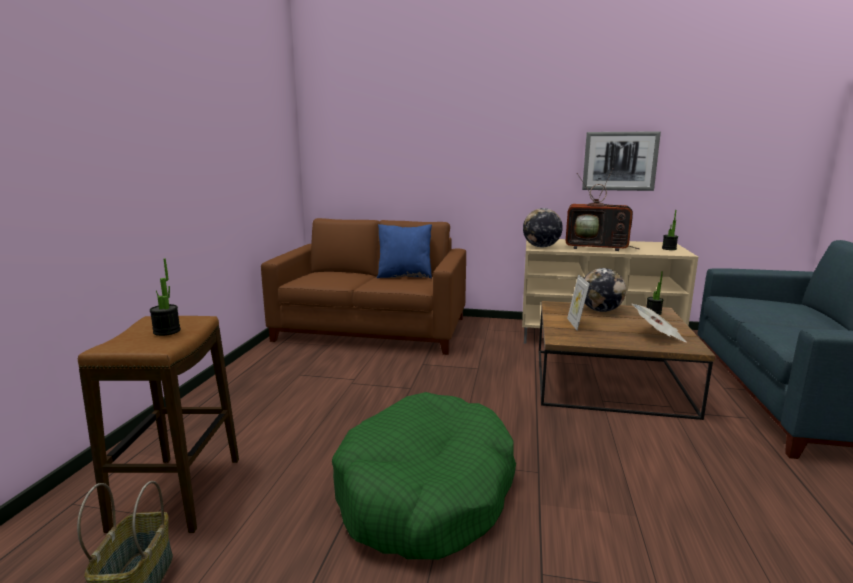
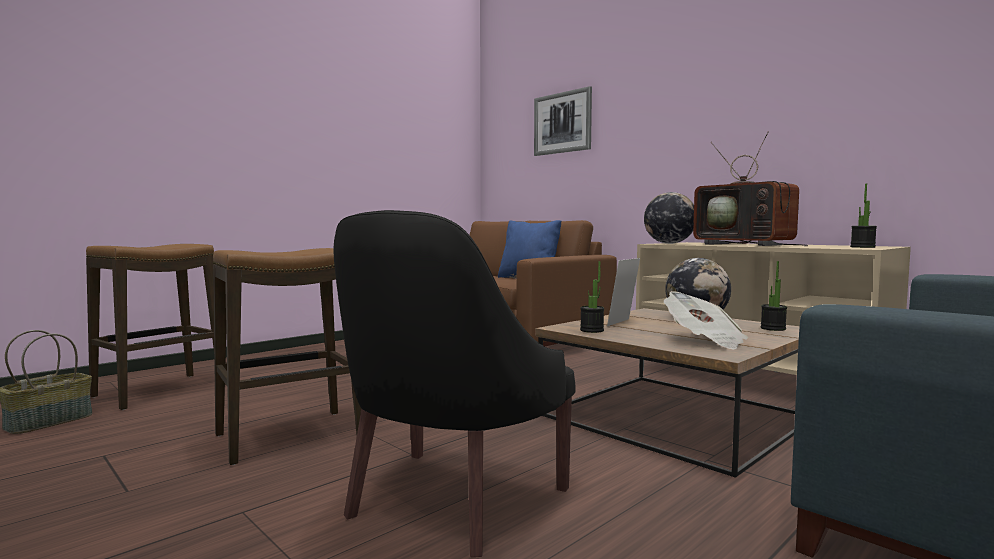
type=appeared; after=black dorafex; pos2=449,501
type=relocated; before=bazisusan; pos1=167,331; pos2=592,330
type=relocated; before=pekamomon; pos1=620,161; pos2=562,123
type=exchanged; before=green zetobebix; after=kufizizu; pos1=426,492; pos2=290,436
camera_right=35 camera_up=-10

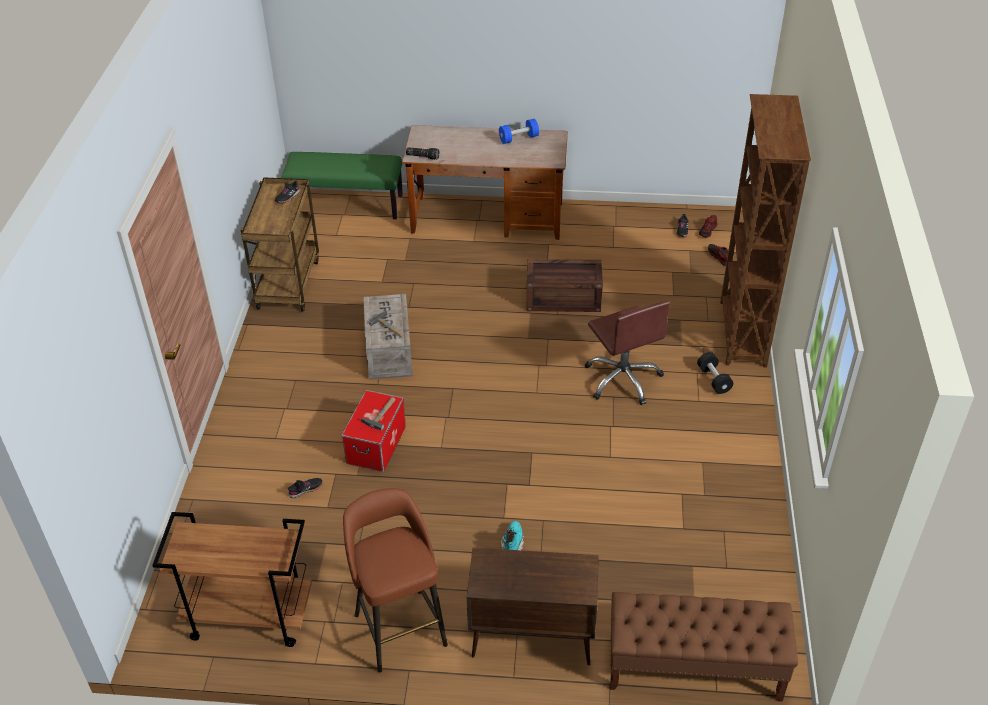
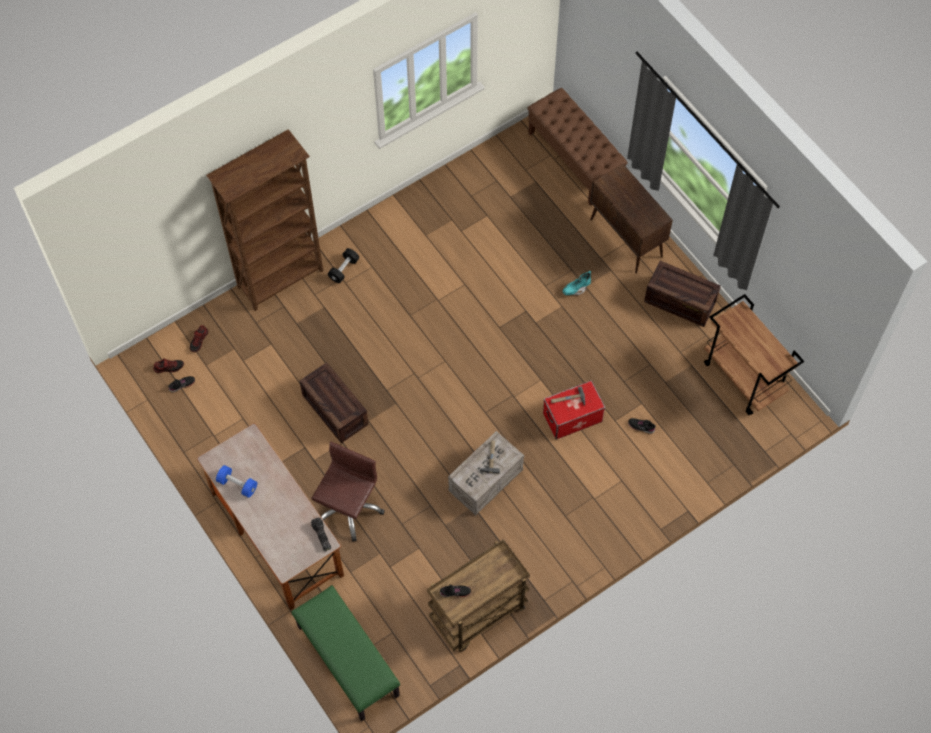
type=relocated; before=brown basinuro; pos1=623,379; pos2=348,508
type=exchanged; before=brown kufizizu; after=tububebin; pos1=399,627; pos2=678,302
camera_right=-130 camera_up=20

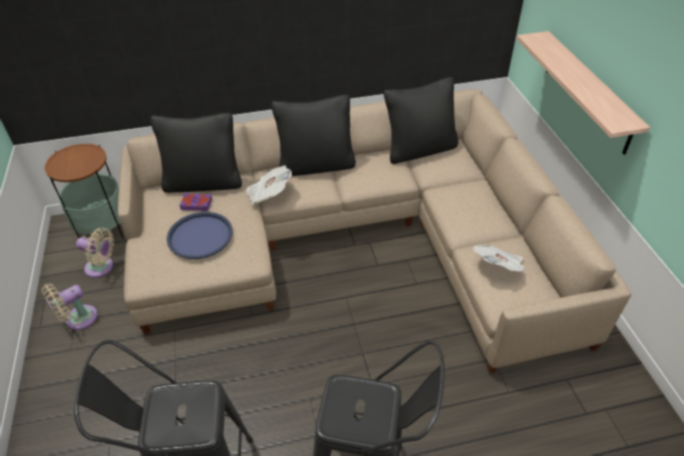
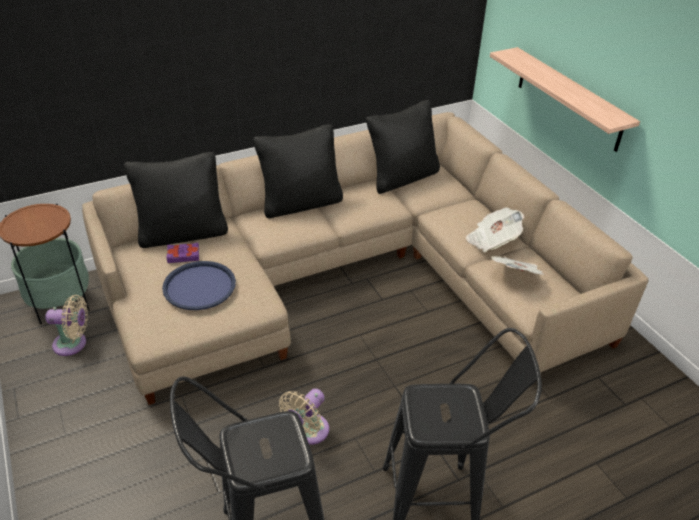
type=relocated; before=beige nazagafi; pos1=78,319; pos2=308,432
type=relocated; before=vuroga; pos1=269,194; pos2=492,240
camera_right=-15 camera_up=-5

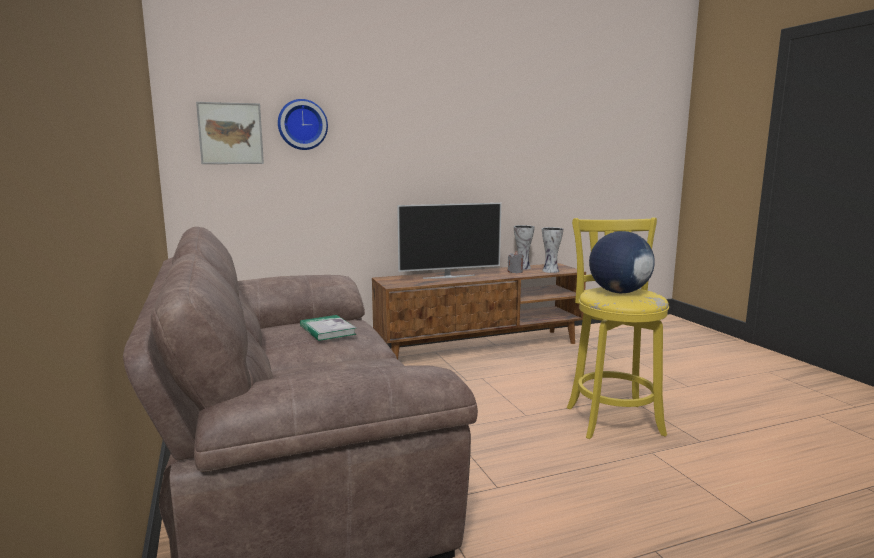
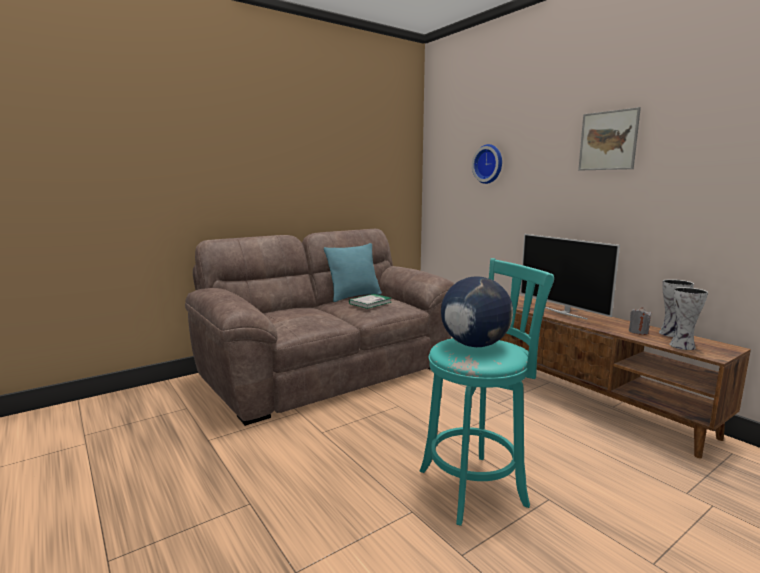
type=appeared; after=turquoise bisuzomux; pos2=354,296
type=relocated; before=pekamomon; pos1=230,133; pos2=608,140
type=colour; before=yellow kufizizu; after=turquoise kufizizu; pos1=612,418; pos2=477,486
camera_right=75 camera_up=0

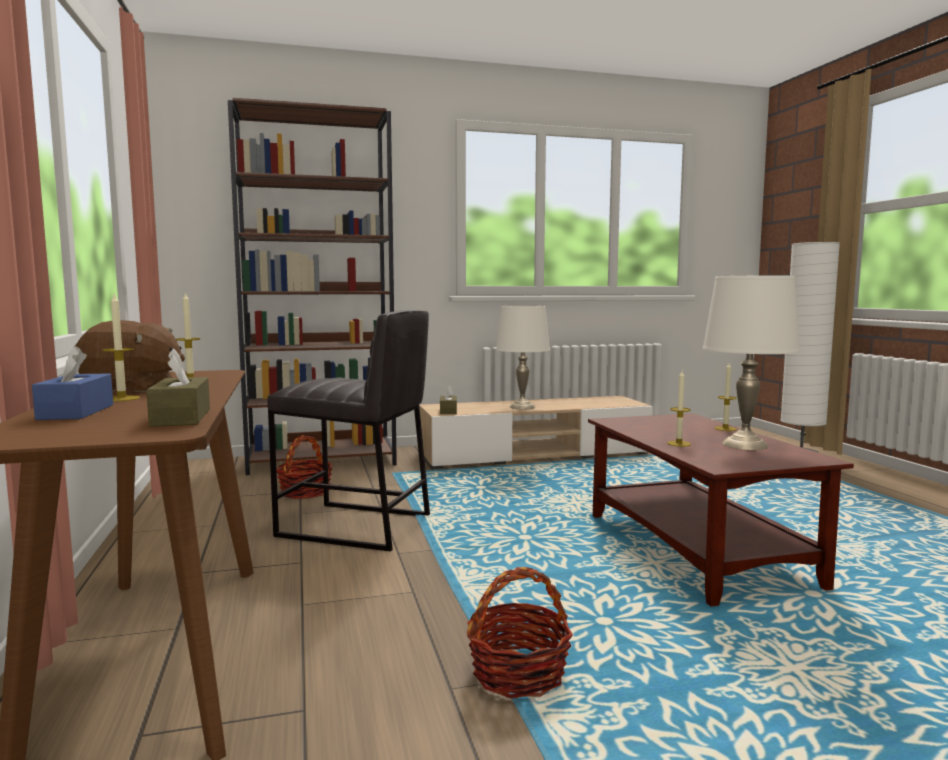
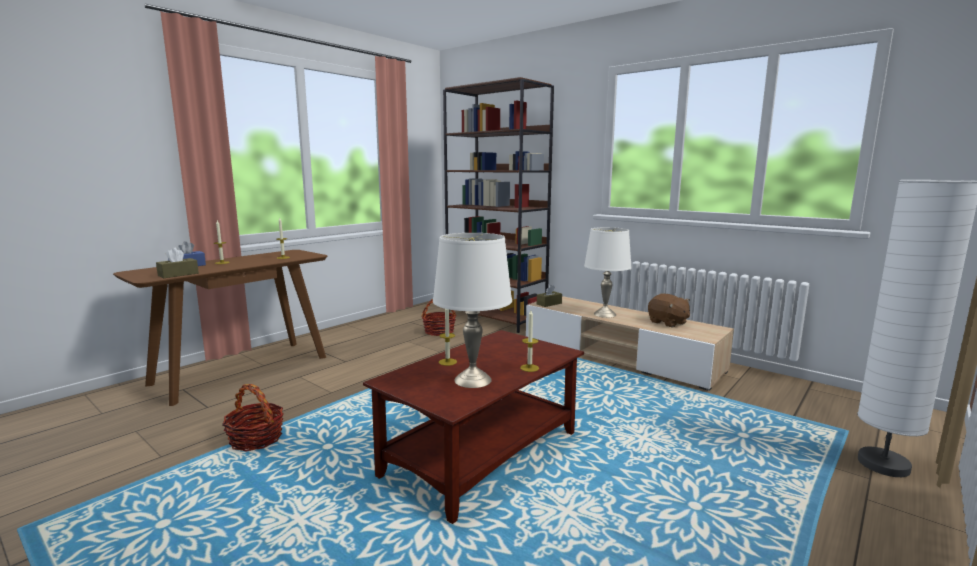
type=missing; before=grey kufizizu; pos1=355,526
type=relocated; before=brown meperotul; pos1=132,388; pos2=667,323
camera_right=55 camera_up=5

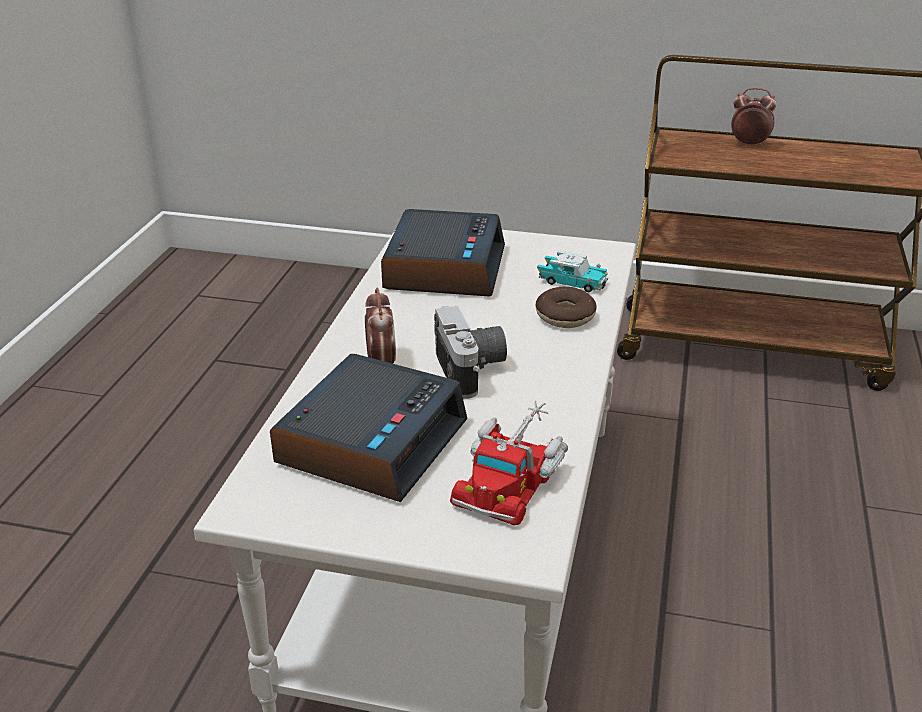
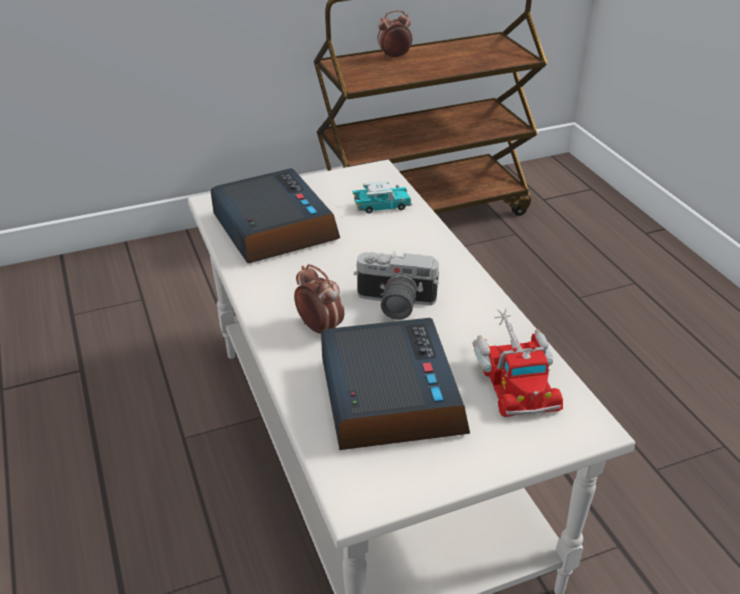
type=missing; before=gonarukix; pos1=565,316
type=spun; before=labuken; pos1=473,370; pos2=394,305; turn=150
camera_right=-35 camera_up=5

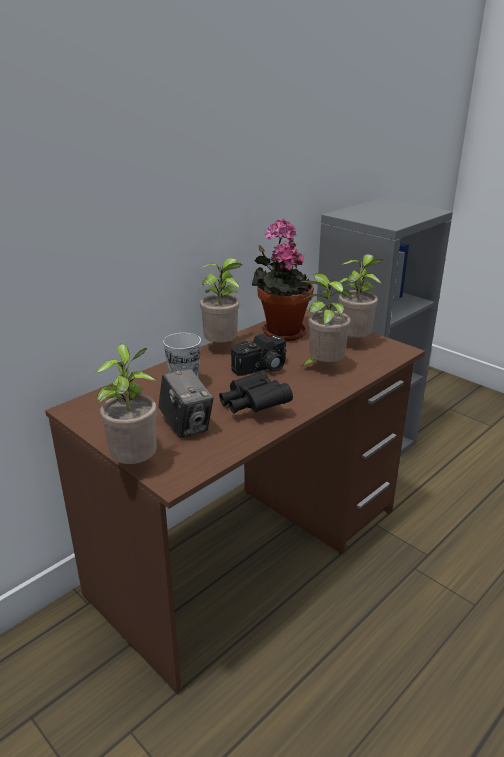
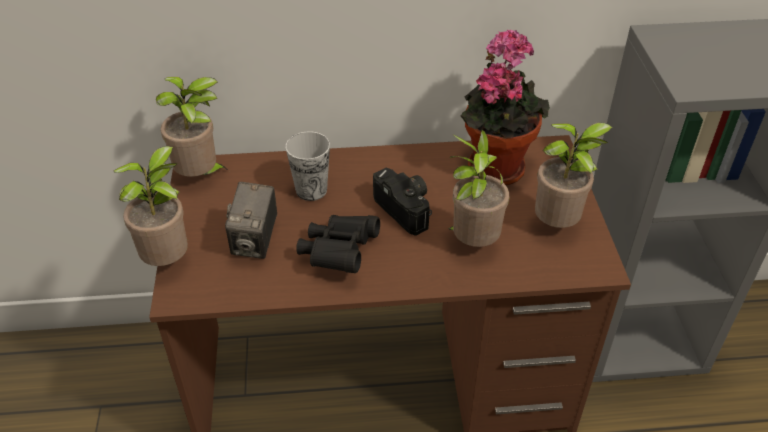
type=relocated; before=bazisusan; pos1=222,347; pos2=201,177
type=spun; before=labuken; pos1=262,369; pos2=407,209; turn=-135
camera_right=40 camera_up=15

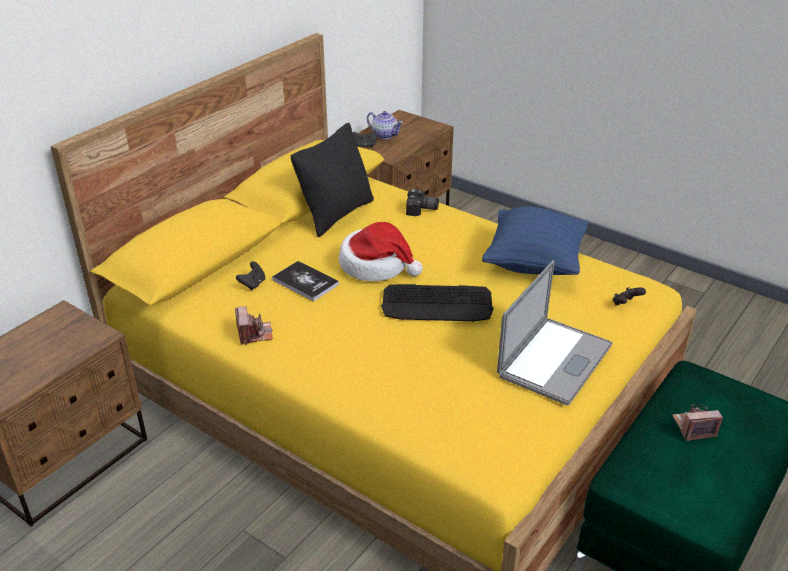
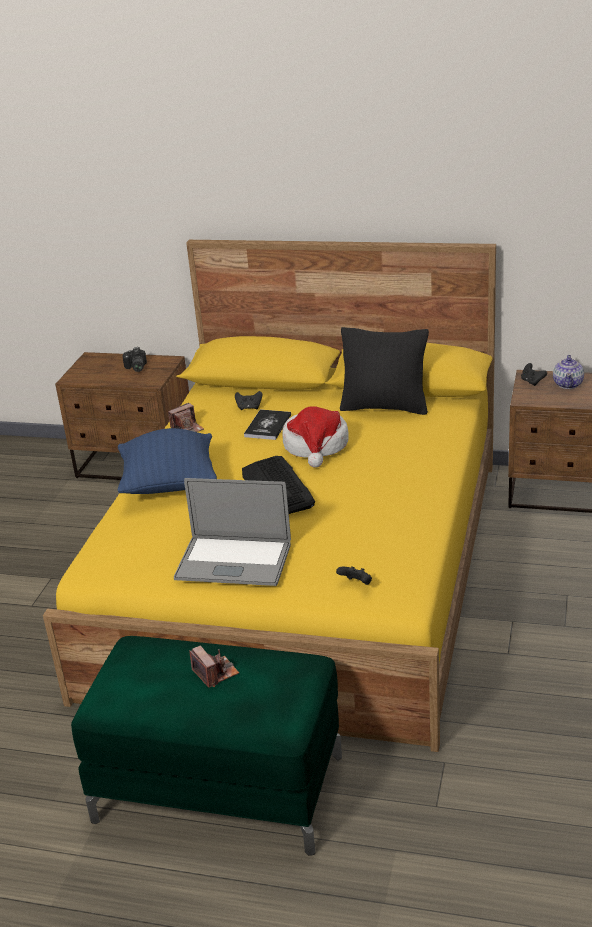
type=relocated; before=labuken; pos1=422,210; pos2=135,368
type=relocated; before=blue bisuzomux; pos1=534,263; pos2=169,485
camera_right=70 camera_up=-5

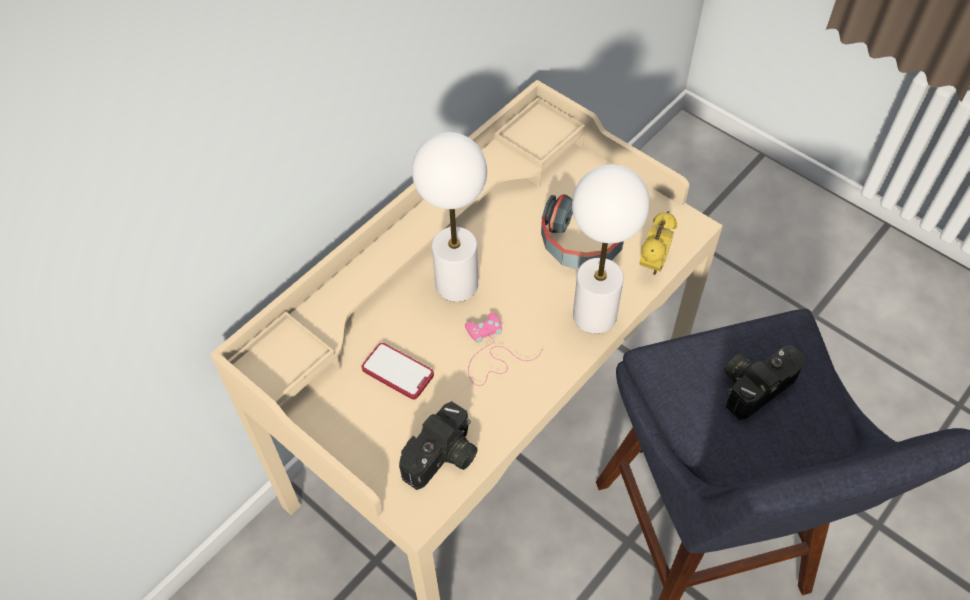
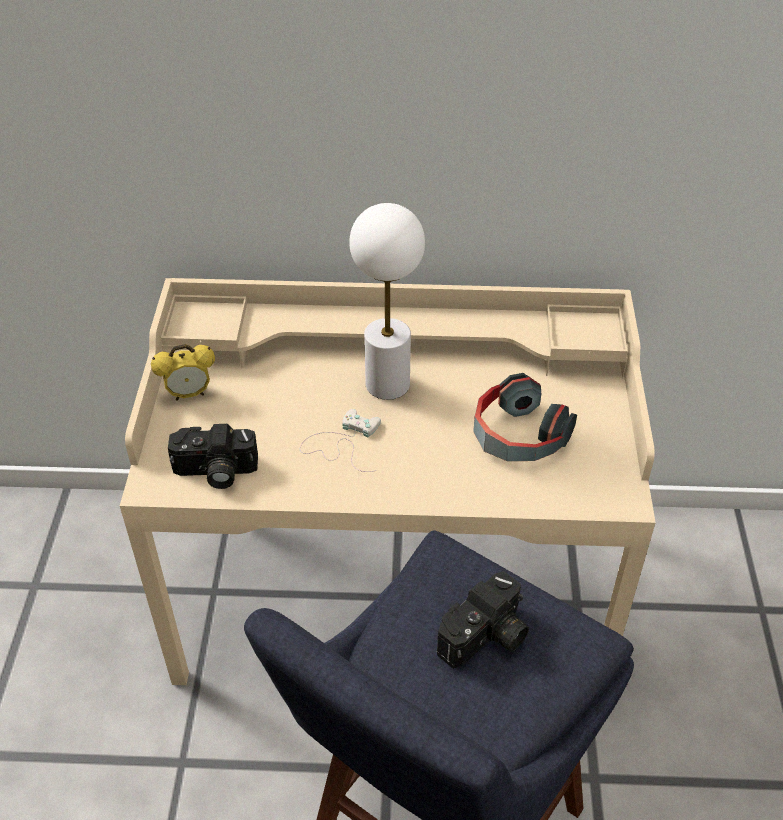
type=missing; before=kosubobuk; pos1=398,372
type=missing; before=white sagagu; pos1=594,315
type=relocated; before=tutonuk; pos1=653,264; pos2=189,394
type=colour; before=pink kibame; after=white kibame; pos1=491,353; pos2=342,443
type=spun; before=labuken; pos1=754,384; pos2=486,638; turn=120
camera_right=50 camera_up=-10

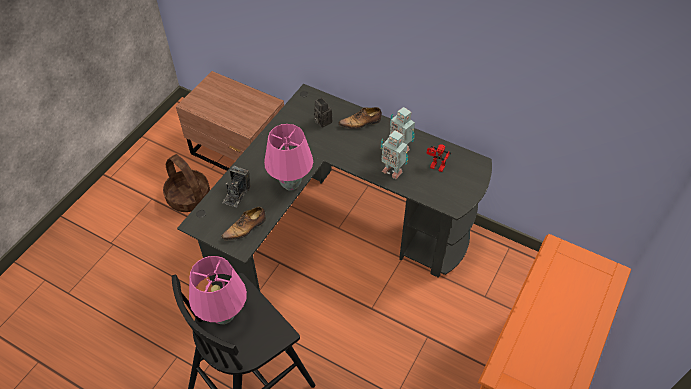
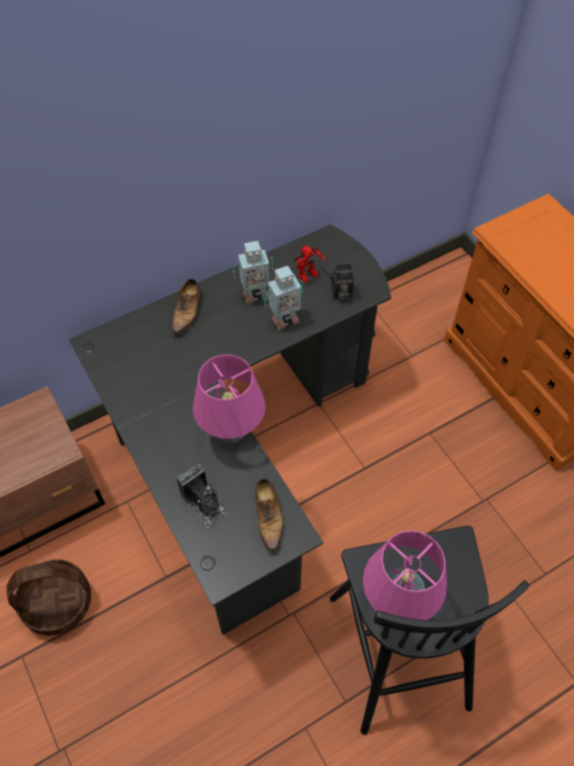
type=relocated; before=labuken; pos1=322,121; pos2=340,293
camera_right=-60 camera_up=5

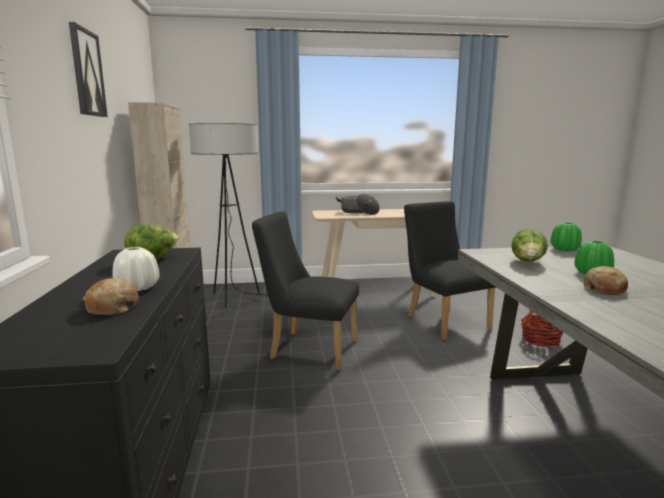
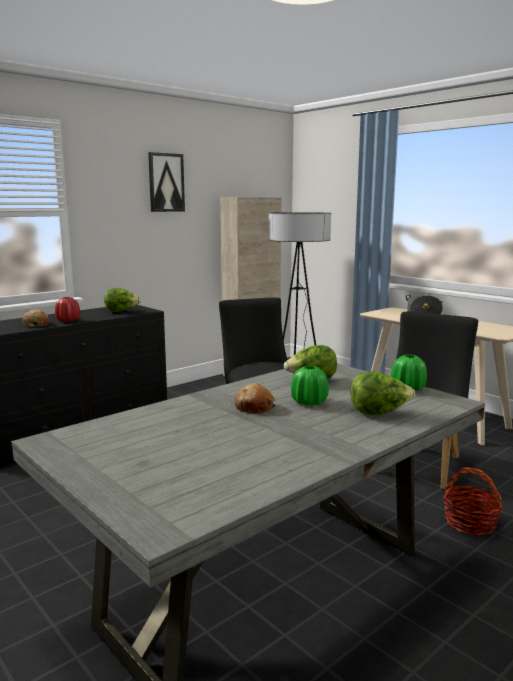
type=appeared; after=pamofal; pos2=379,413
type=colour; before=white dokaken; after=red dokaken; pos1=137,288; pos2=68,320
camera_right=55 camera_up=0

